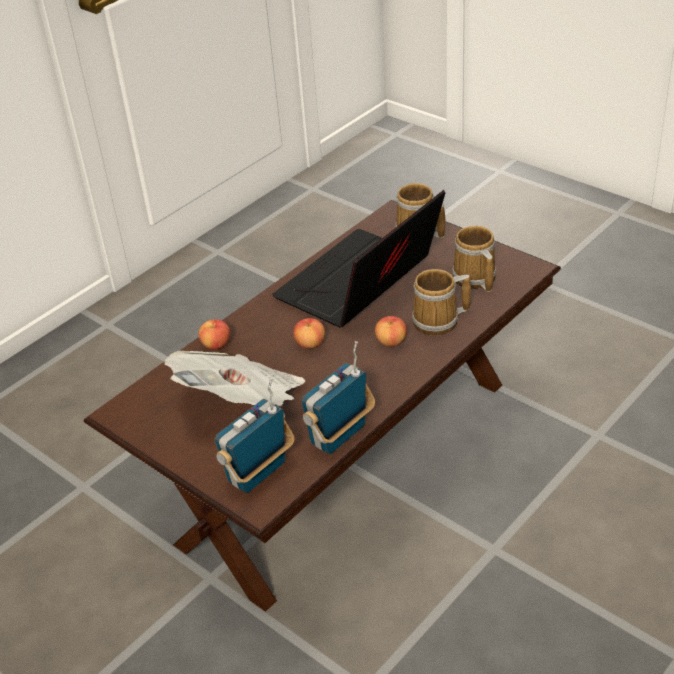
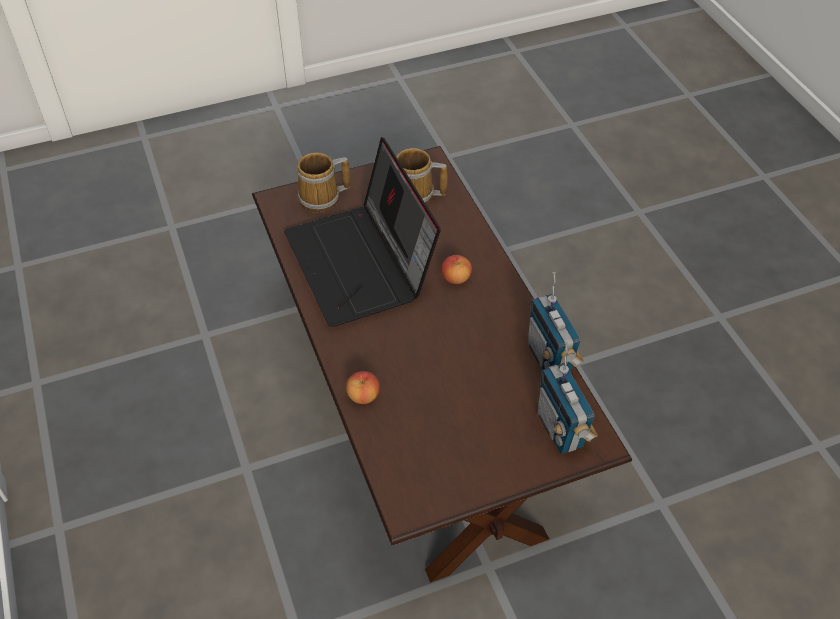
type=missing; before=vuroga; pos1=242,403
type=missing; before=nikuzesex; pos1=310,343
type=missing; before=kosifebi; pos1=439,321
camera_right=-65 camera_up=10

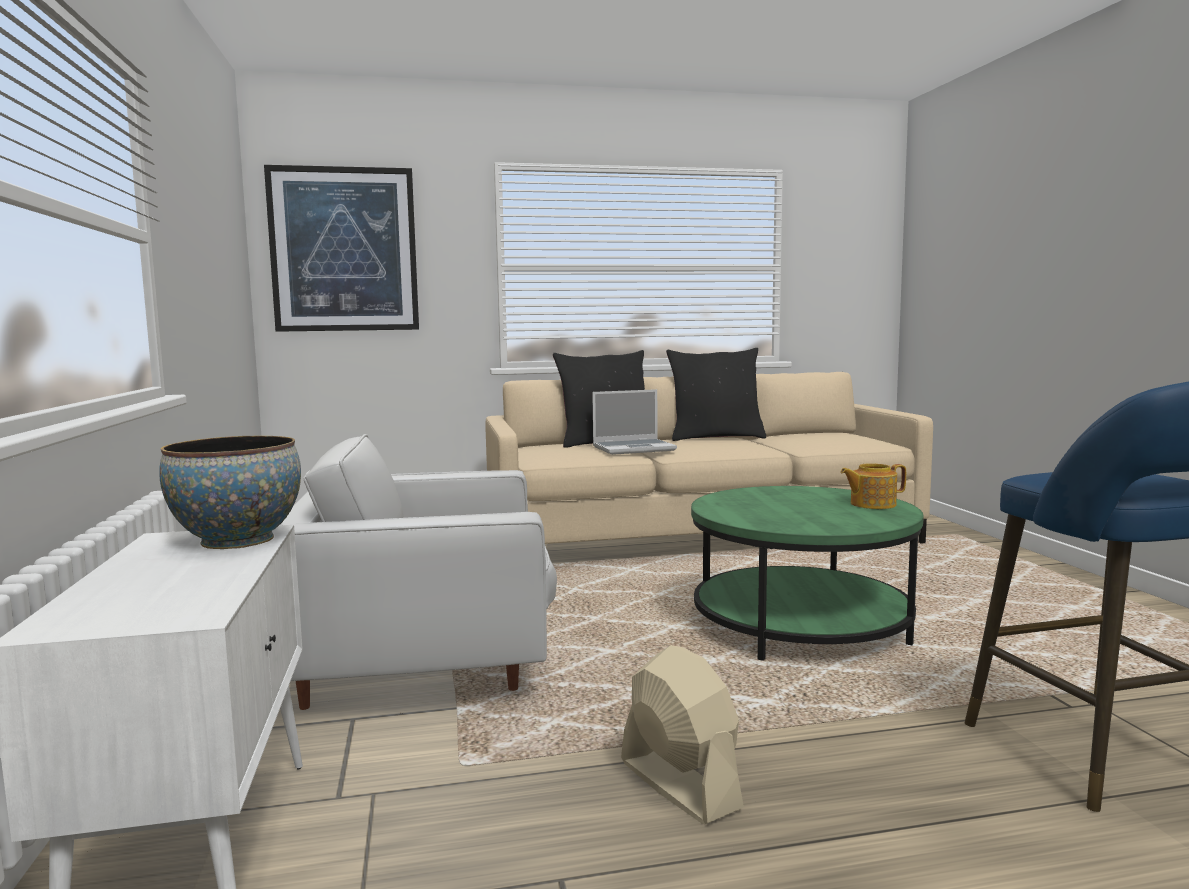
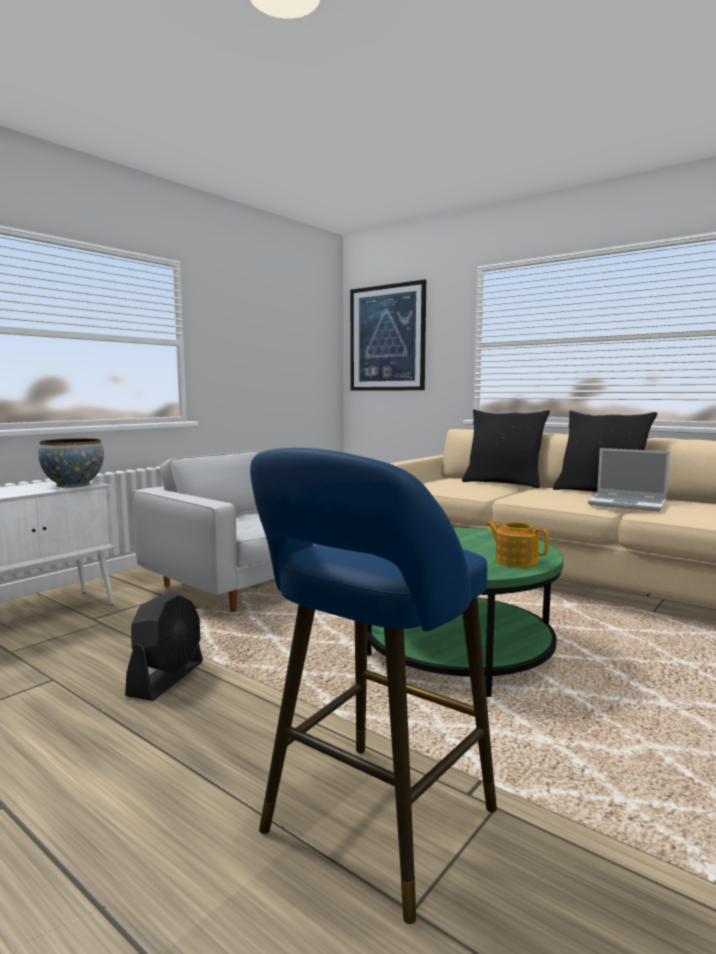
type=relocated; before=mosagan; pos1=634,448; pos2=628,504
type=colour; before=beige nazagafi; after=black nazagafi; pos1=678,784; pos2=167,678
camera_right=50 camera_up=0

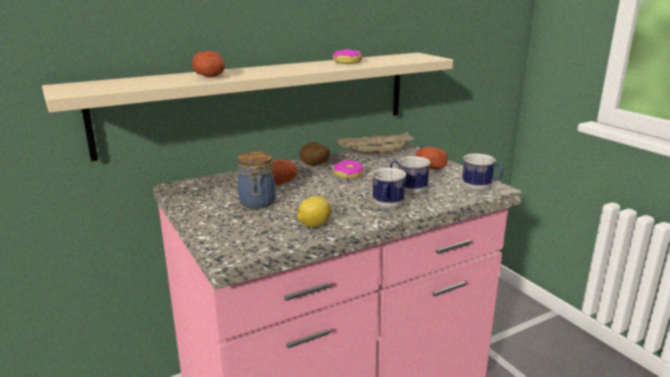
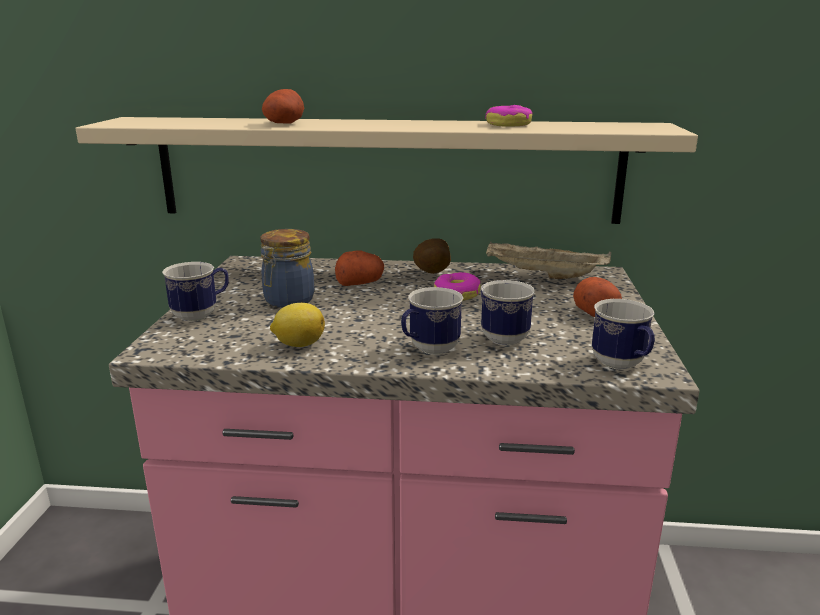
type=appeared; after=kosifebi; pos2=201,314
camera_right=35 camera_up=0

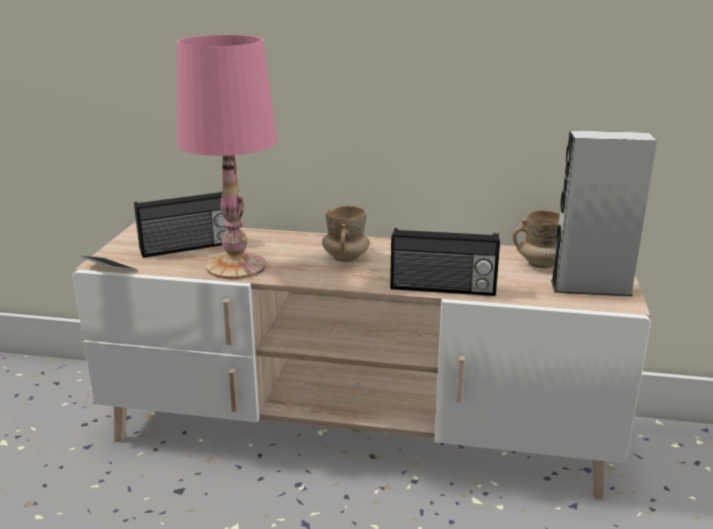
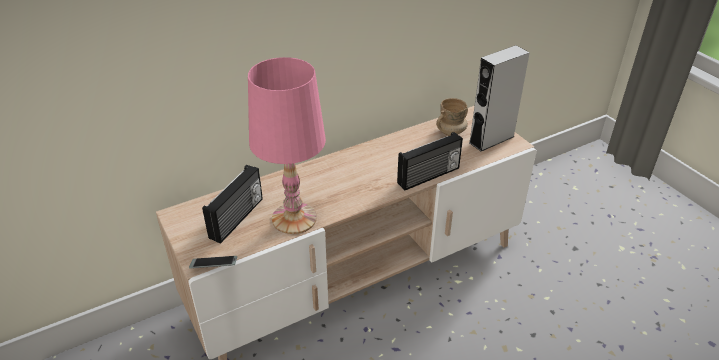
type=missing; before=beige kosifebi; pos1=345,257
camera_right=-40 camera_up=15

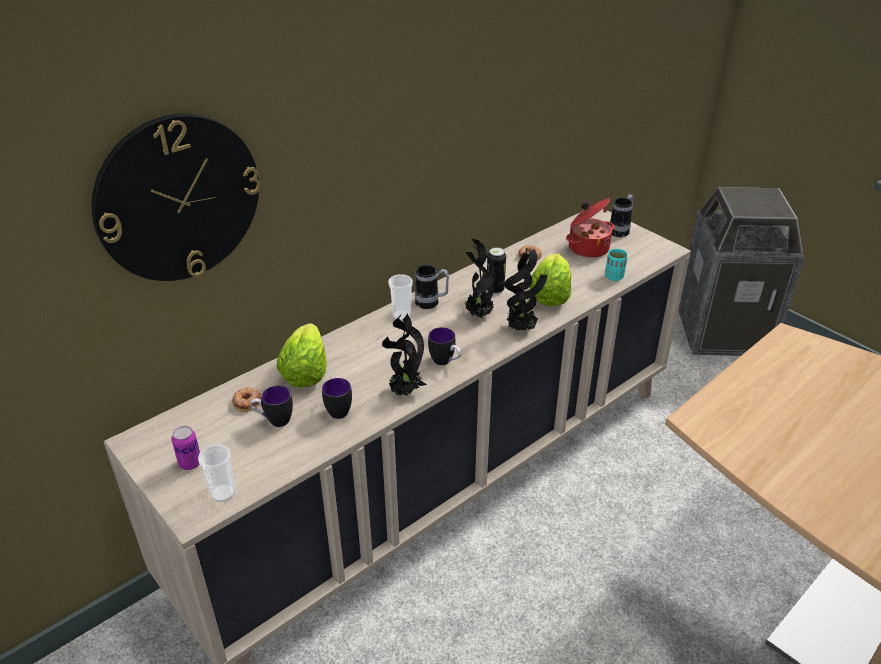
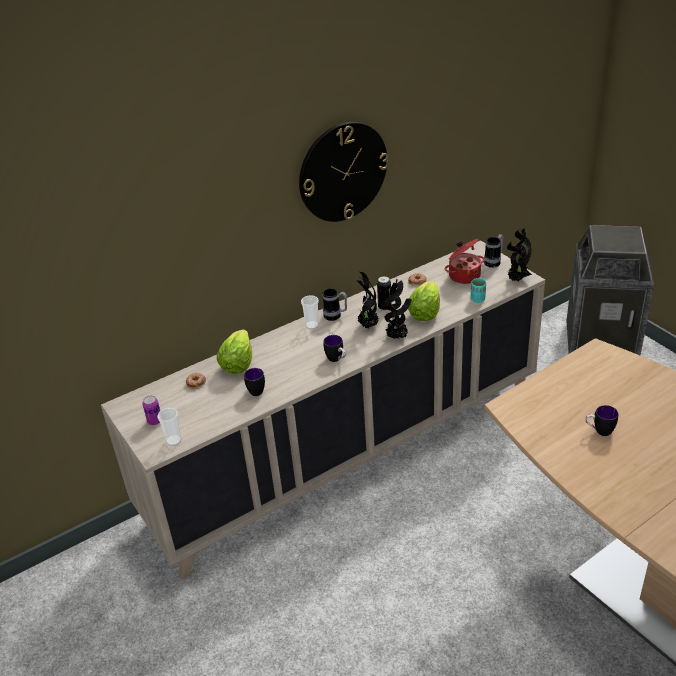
type=relocated; before=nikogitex; pos1=178,199; pos2=342,172
type=relocated; before=kosifebi; pos1=274,421; pos2=599,431
type=relocated; before=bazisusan; pos1=405,392; pos2=517,279
camera_right=10 camera_up=0

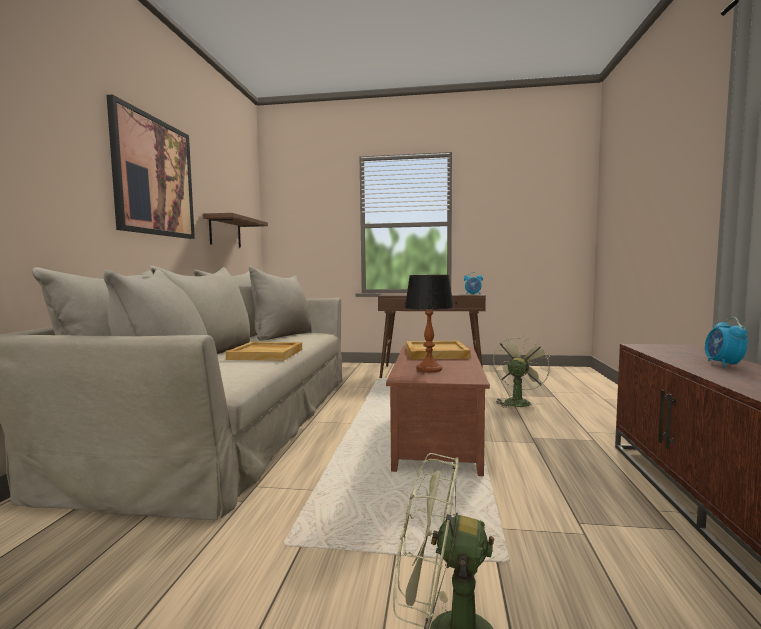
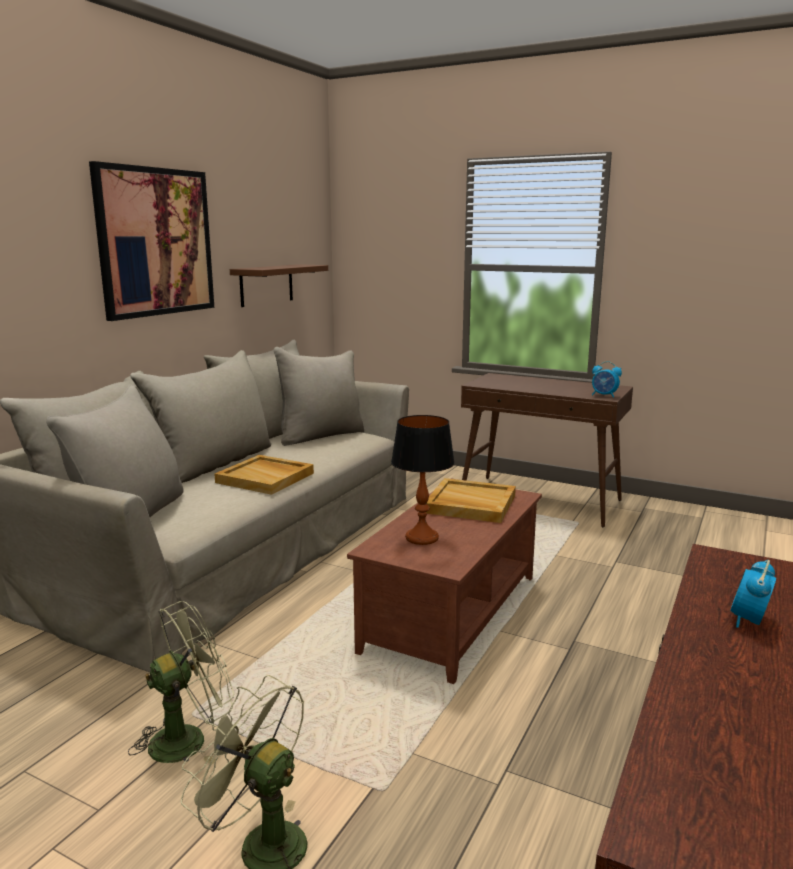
type=relocated; before=green nazagafi; pos1=517,402; pos2=188,738
camera_right=20 camera_up=10

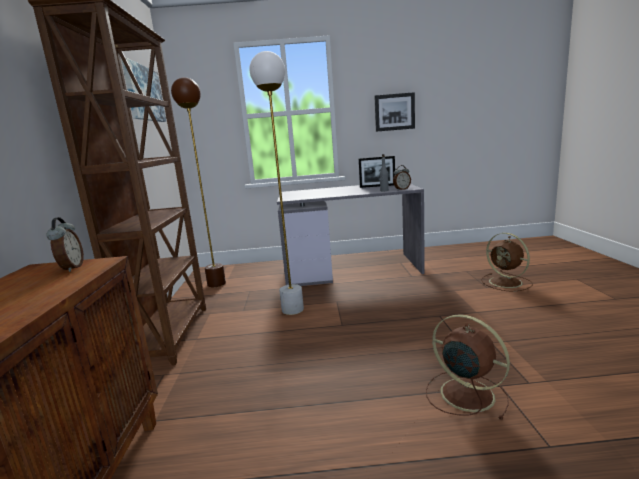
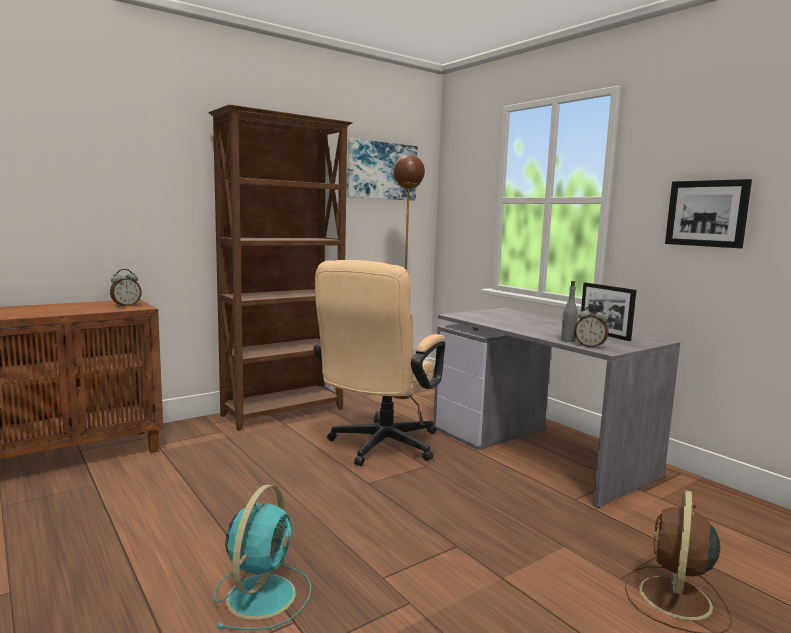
type=exchanged; before=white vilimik; after=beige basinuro; pos1=292,310; pos2=379,447
type=colour; before=brown nazagafi; after=turquoise nazagafi; pos1=464,393; pos2=262,594
camera_right=55 camera_up=-5

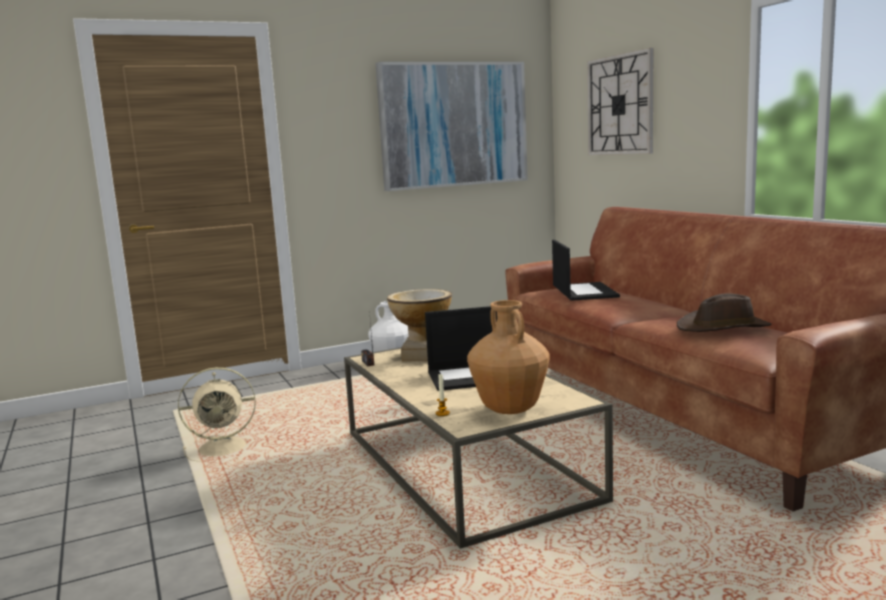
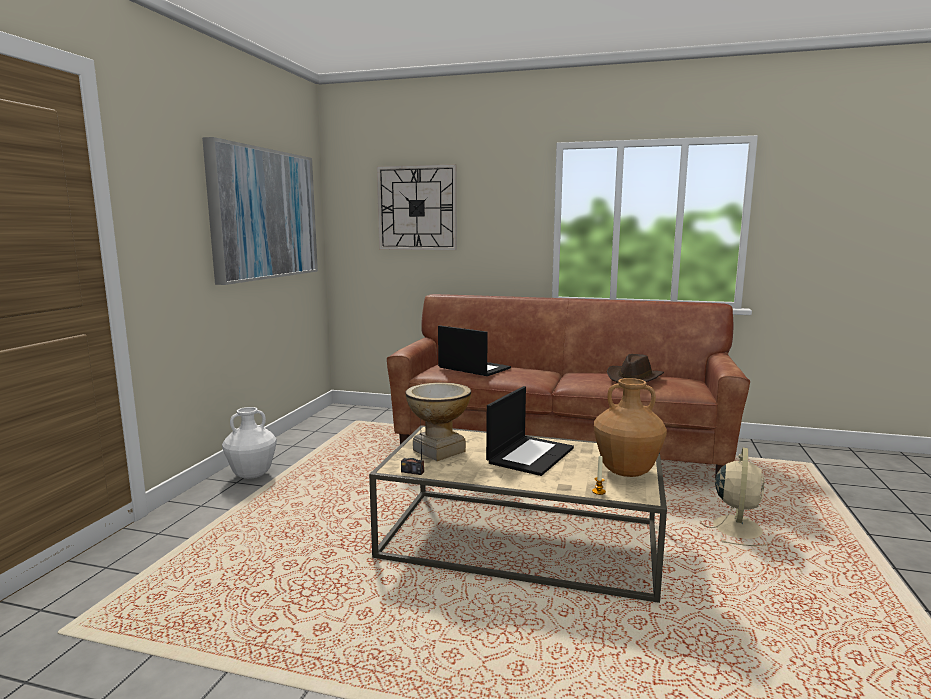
type=relocated; before=beige nazagafi; pos1=225,447; pos2=737,527
camera_right=-50 camera_up=0

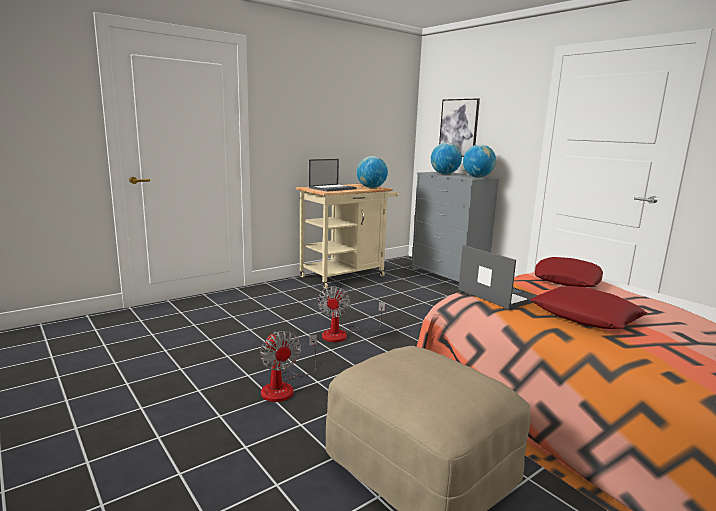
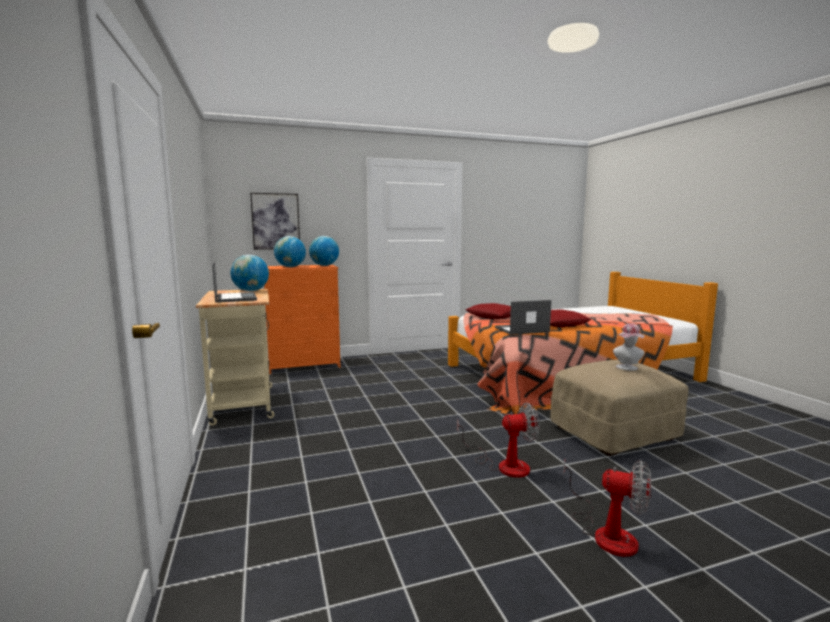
type=appeared; after=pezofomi; pos2=628,368
type=relocated; before=nazagafi; pos1=343,334; pos2=606,532
type=colour; before=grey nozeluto; after=orange nozeluto; pos1=449,275; pos2=304,365
camera_right=-70 camera_up=-5

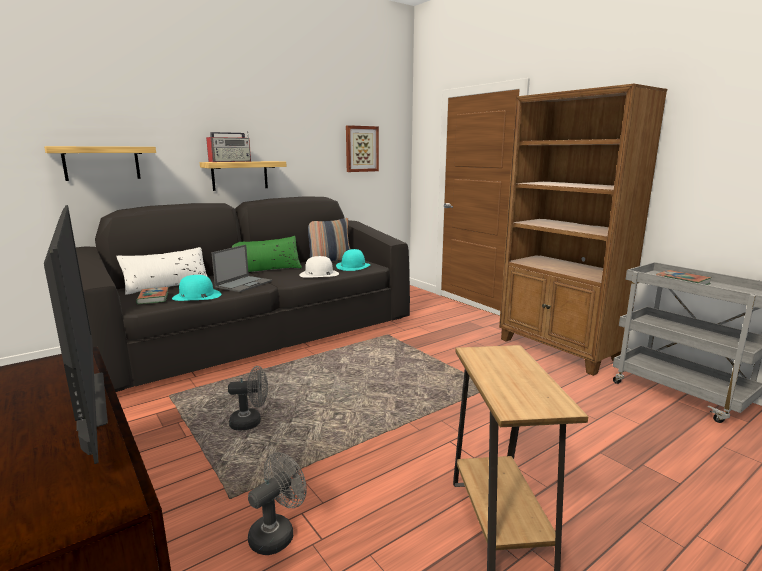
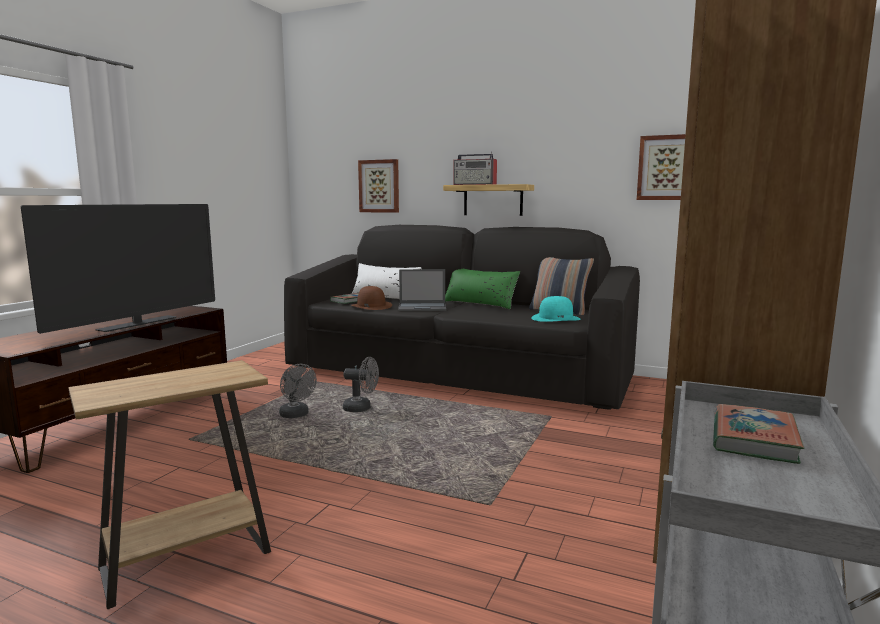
type=missing; before=white pezofomi; pos1=319,274
type=relocated; before=grey nazagafi; pos1=277,533; pos2=361,408
type=exchanged; before=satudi; after=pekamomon; pos1=101,163; pos2=379,186
type=colour; before=turquoise pezofomi; after=brown pezofomi; pos1=196,296; pos2=371,306
camera_right=60 camera_up=-5

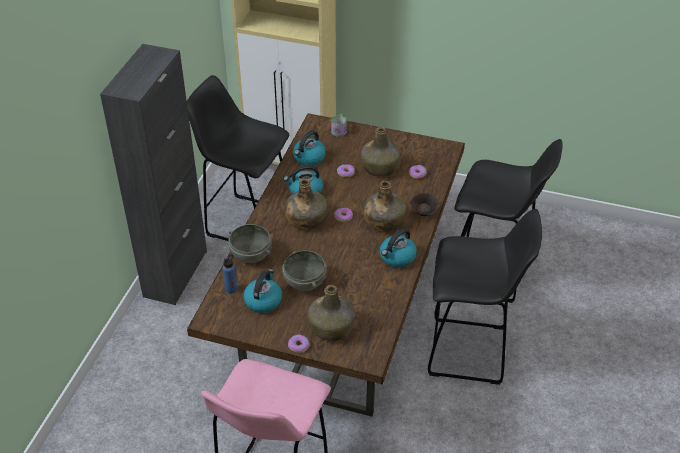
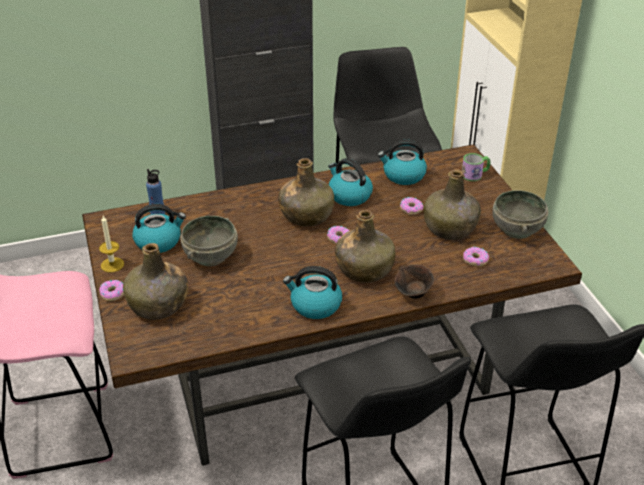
type=appeared; after=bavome; pos2=112,265
type=relocated; before=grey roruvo; pos1=251,254; pos2=518,229
camera_right=55 camera_up=-5

